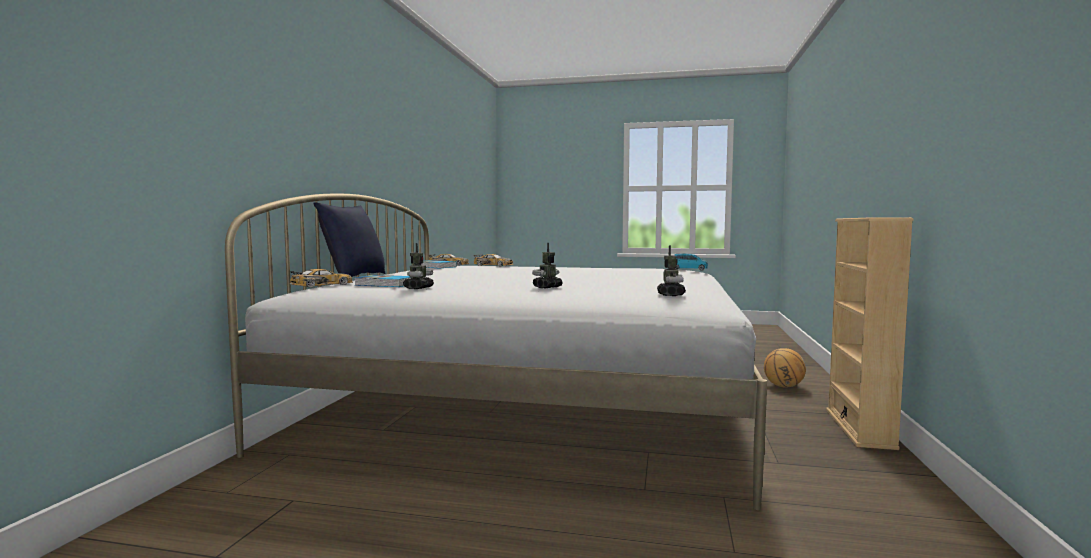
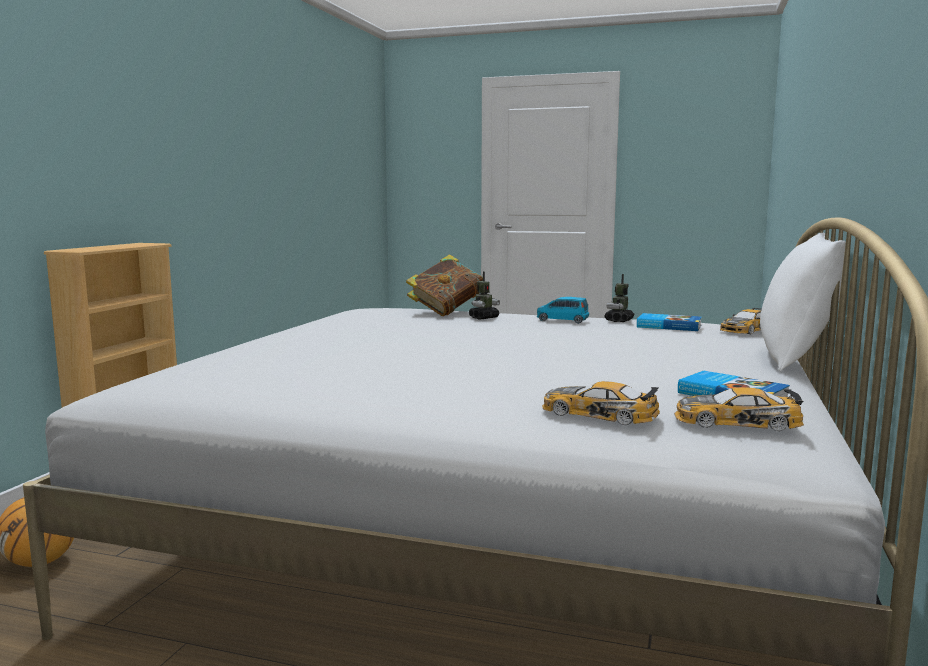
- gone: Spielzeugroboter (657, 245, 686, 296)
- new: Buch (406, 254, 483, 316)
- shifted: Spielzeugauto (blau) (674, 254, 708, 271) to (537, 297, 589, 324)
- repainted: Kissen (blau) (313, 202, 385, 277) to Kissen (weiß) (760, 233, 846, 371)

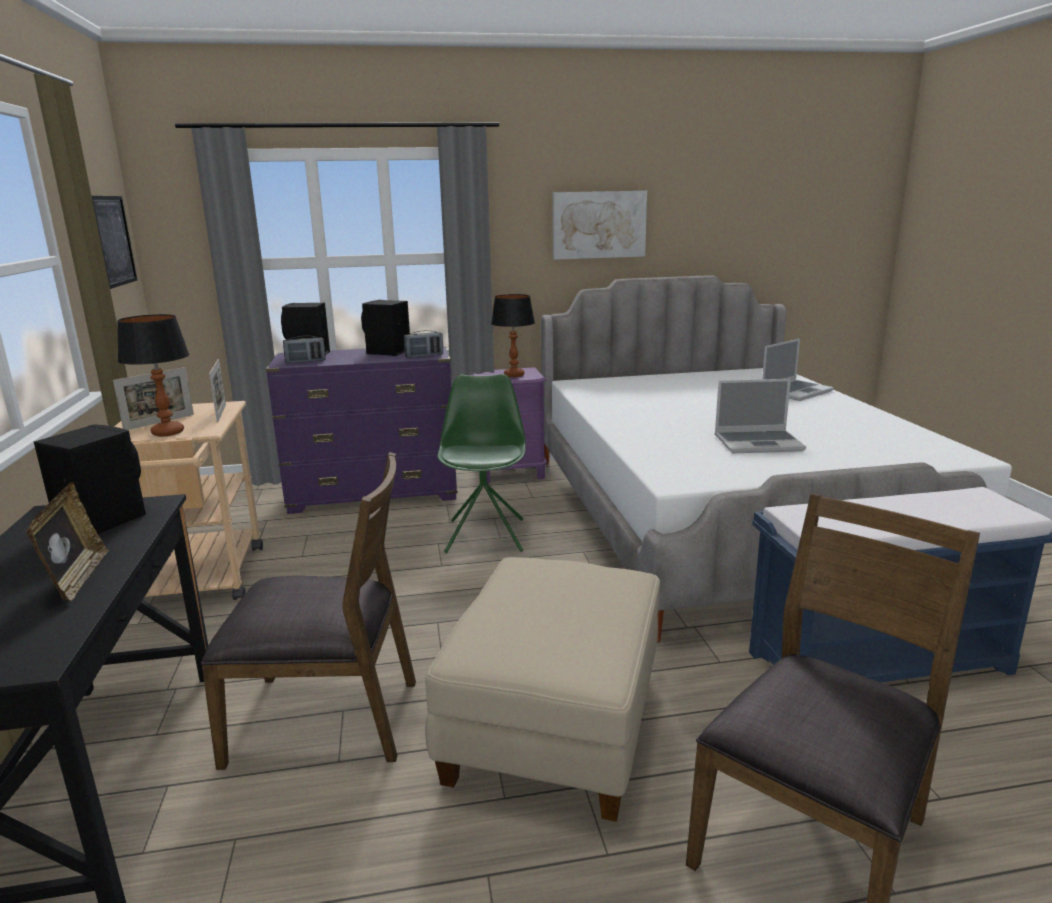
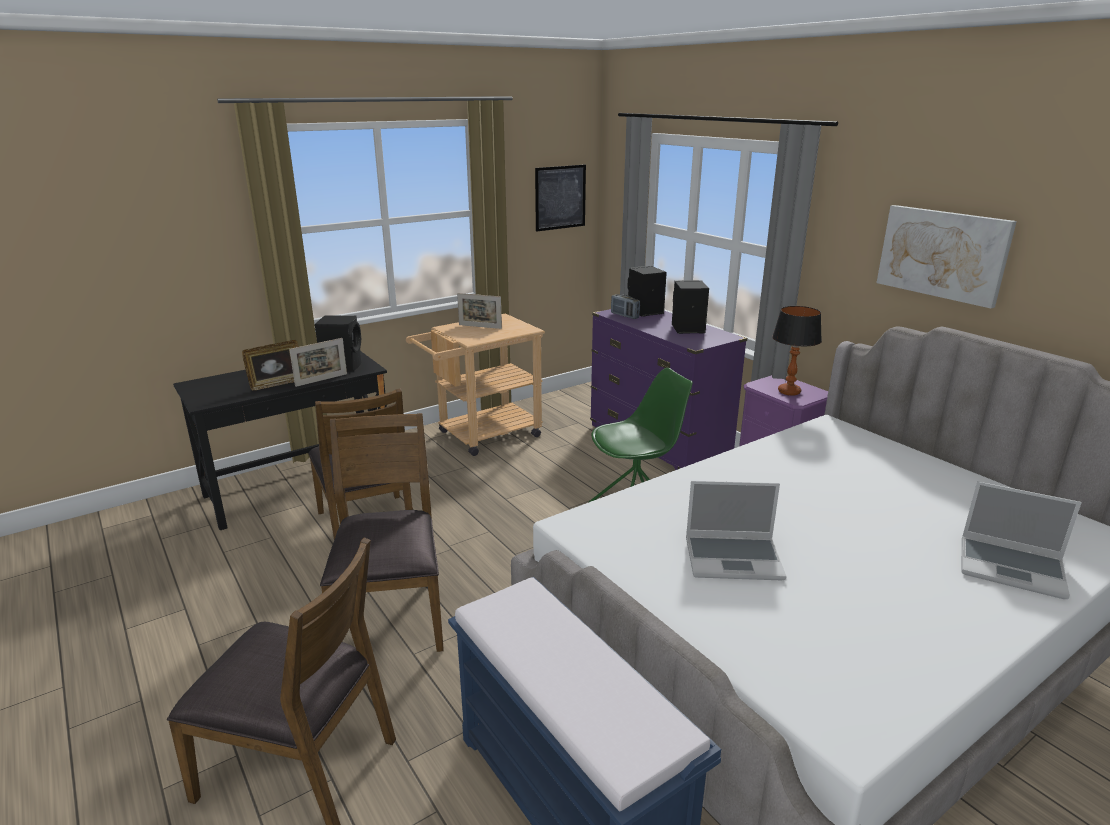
- gone: Tischlampe (117, 314, 189, 437)
- gone: Radio (404, 330, 443, 358)
- shifted: Bilderrahmen (209, 359, 226, 422) to (289, 338, 347, 387)
- swapped: Polsterhocker (beige) (425, 557, 660, 822) to Stuhl (braun) (320, 413, 443, 652)
- rotated: Laptop (715, 379, 806, 453) = (686, 481, 787, 580) 60 degrees counterclockwise

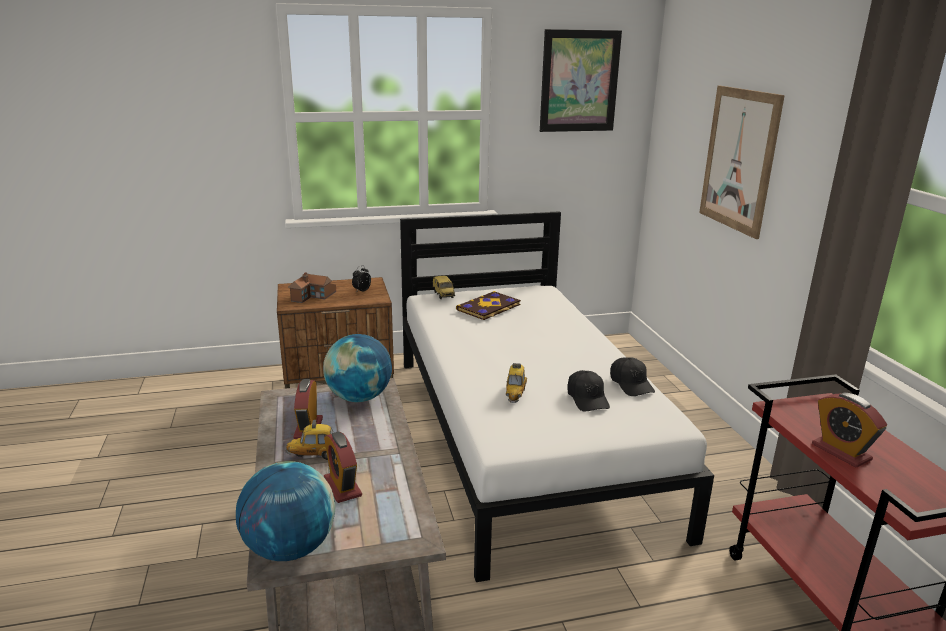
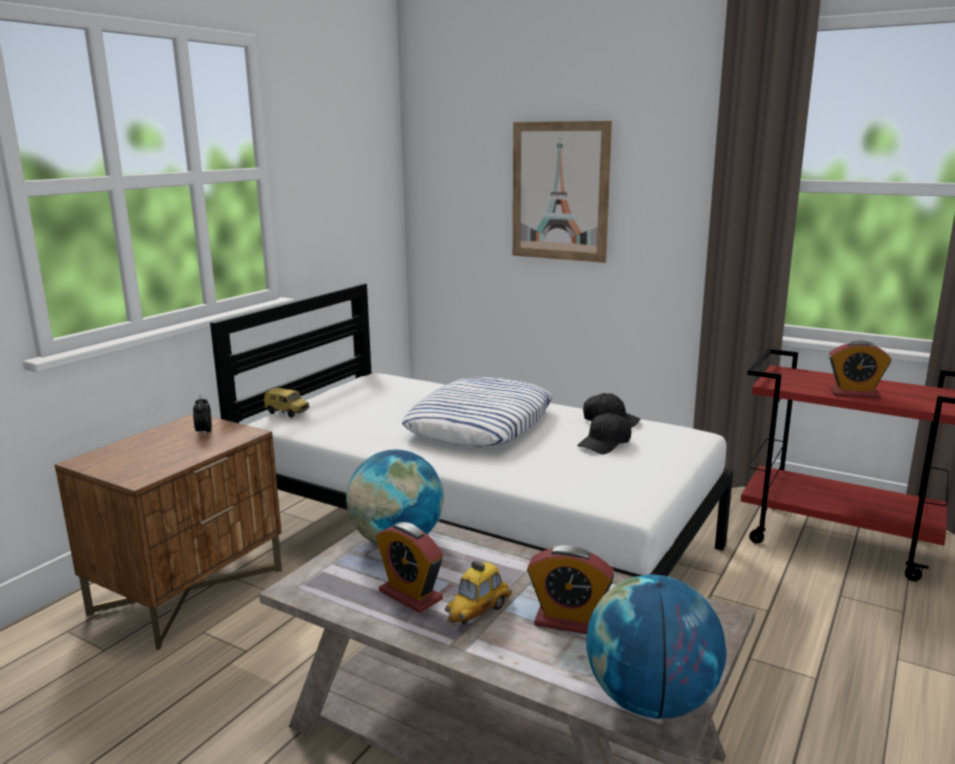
- gone: Spielzeughaus (288, 272, 336, 303)
- gone: Buch (456, 291, 521, 320)
- gone: Spielzeugauto (506, 363, 527, 403)
- gone: Bild (540, 29, 622, 132)
- new: Kissen (402, 377, 553, 447)
- rotated: Kappe (schwarz) (567, 370, 610, 411) = (577, 413, 631, 454) 105 degrees clockwise

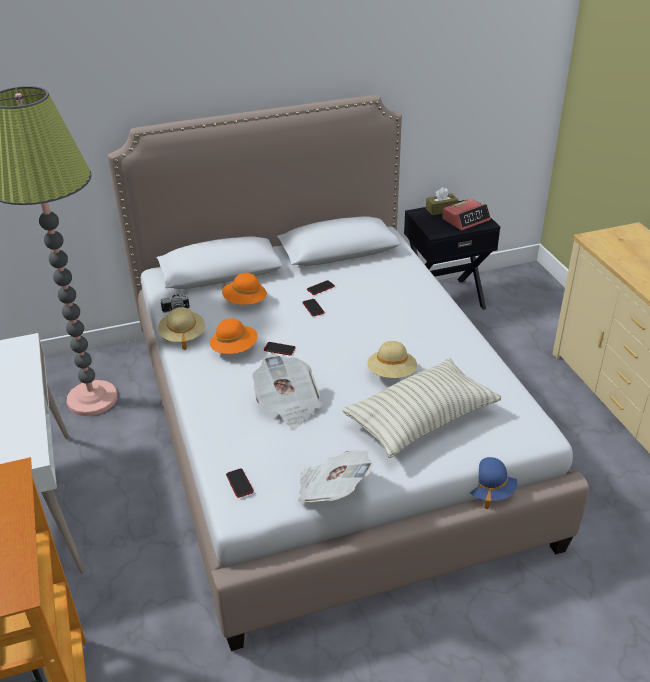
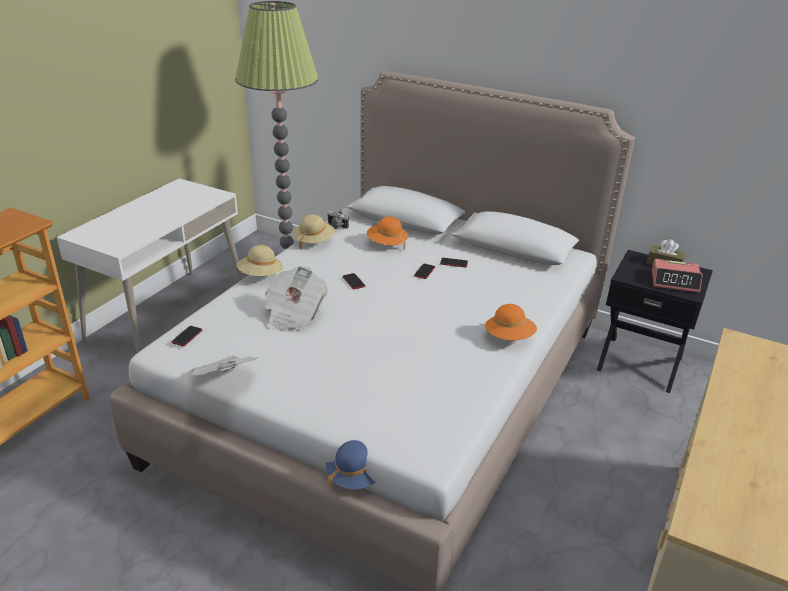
- gone: Kissen (342, 358, 501, 458)
- shifted: Hut (orange) (210, 318, 257, 354) to (485, 304, 537, 340)
- shifted: Hut (beige) (367, 341, 417, 378) to (236, 245, 283, 276)

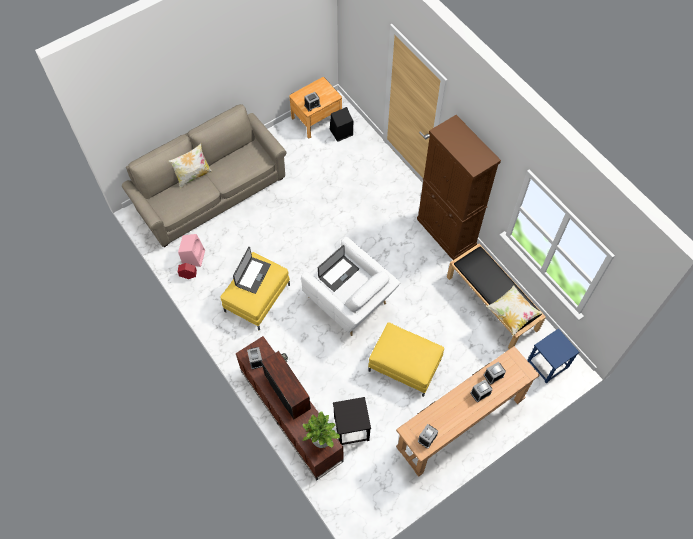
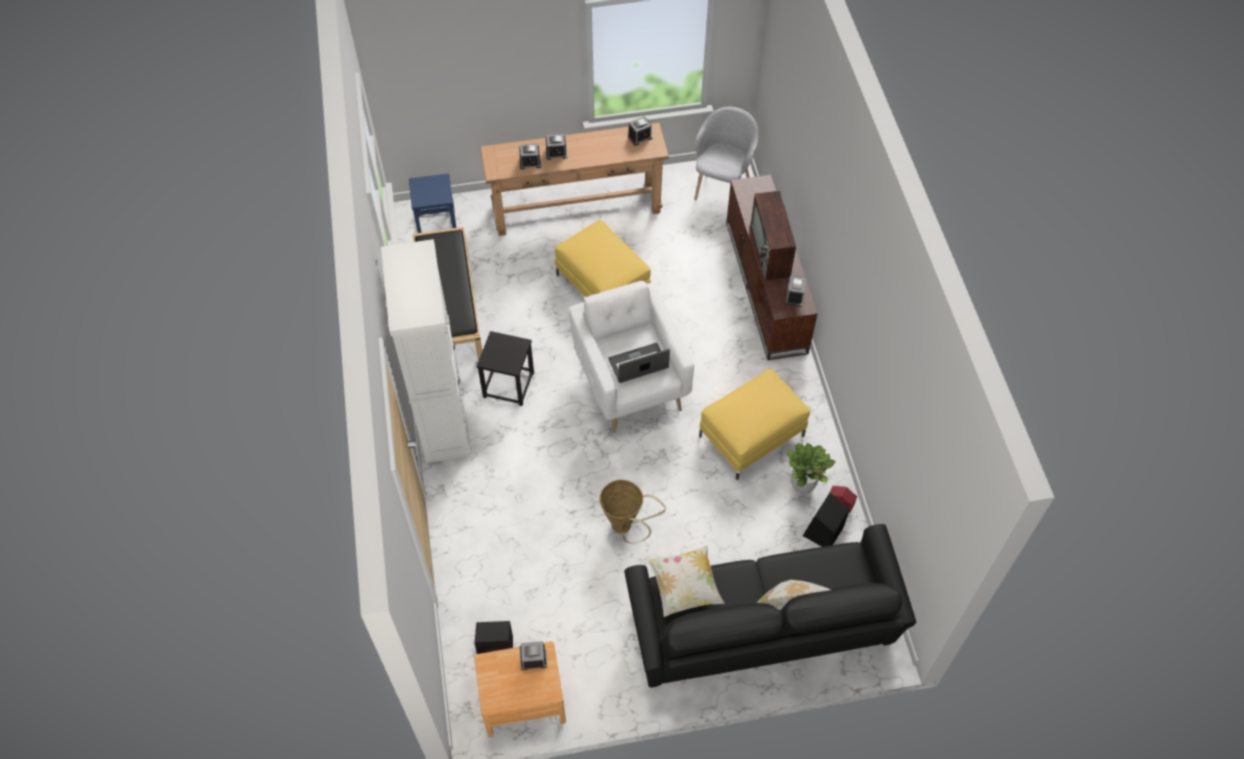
- gone: Laptop (233, 247, 271, 294)
- new: Korb (599, 479, 666, 544)
- new: Sessel (grau) (694, 107, 759, 201)
- shifted: Topfpflanze (302, 411, 340, 448) to (787, 442, 837, 494)
- shifted: Hocker (schwarz) (333, 397, 371, 445) to (477, 331, 534, 406)
- shifted: Kissen (486, 286, 542, 336) to (647, 546, 725, 617)
- repainted: Sofa (beige) (122, 104, 287, 247) to Sofa (schwarz) (624, 524, 916, 688)
- repainted: Lautsprecher (rosa) (178, 234, 205, 267) to Lautsprecher (schwarz) (803, 493, 850, 547)
- repainted: Schrank (braun) (417, 115, 501, 260) to Schrank (weiß) (381, 239, 472, 463)

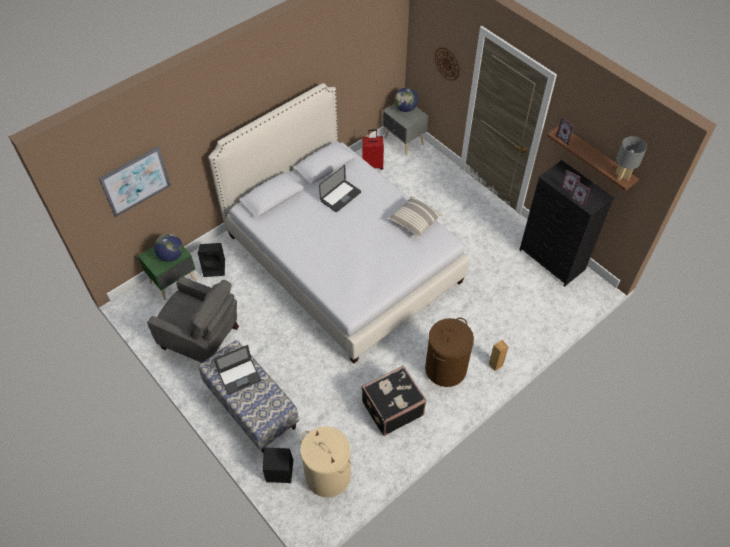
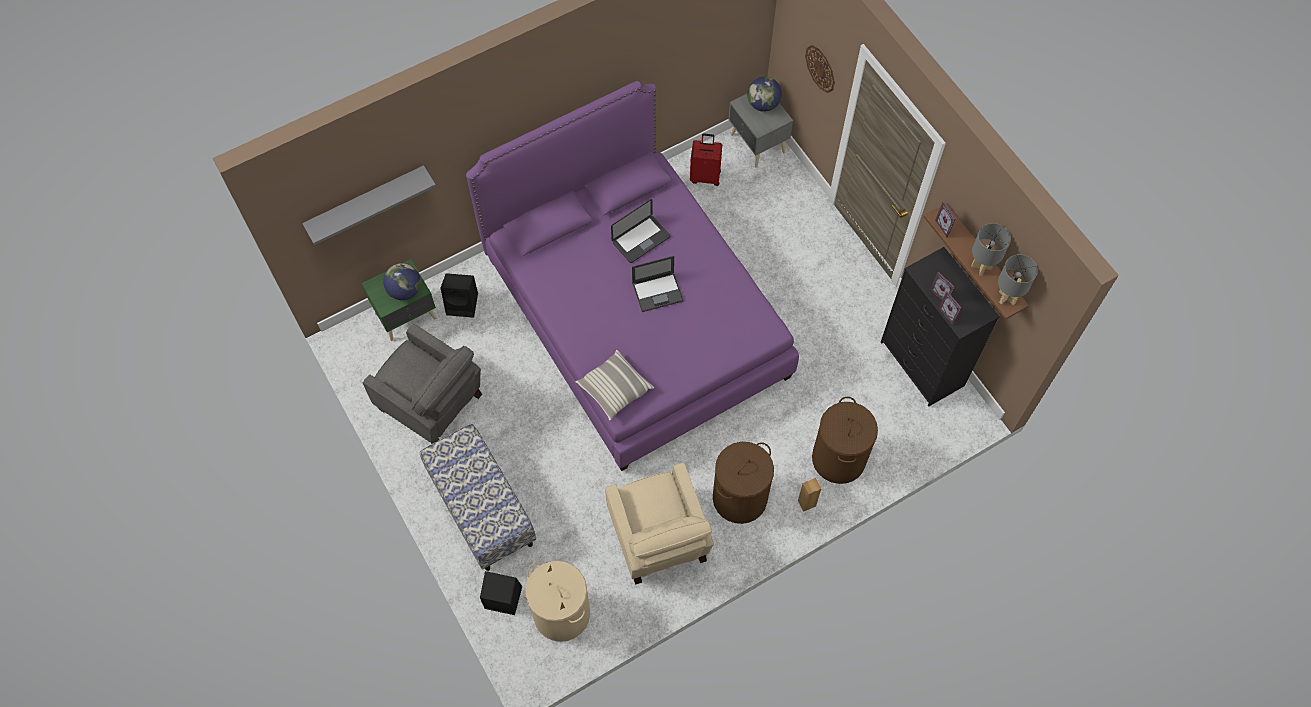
- new: Wäschekorb (braun) (812, 397, 878, 484)
- new: Tischlampe (grau) (972, 223, 1011, 276)
- shifted: Laptop (214, 345, 262, 395) to (632, 256, 684, 312)
- shifted: Kissen (388, 196, 443, 238) to (575, 350, 654, 421)
- swapped: Bild (99, 147, 171, 217) to Wandregal (grau) (302, 165, 436, 245)
- swapped: Koffer (schwarz) (362, 365, 427, 436) to Sessel (beige) (605, 463, 714, 585)
- repainted: Bett (weiß) (208, 83, 469, 364) to Bett (lila) (466, 81, 799, 471)

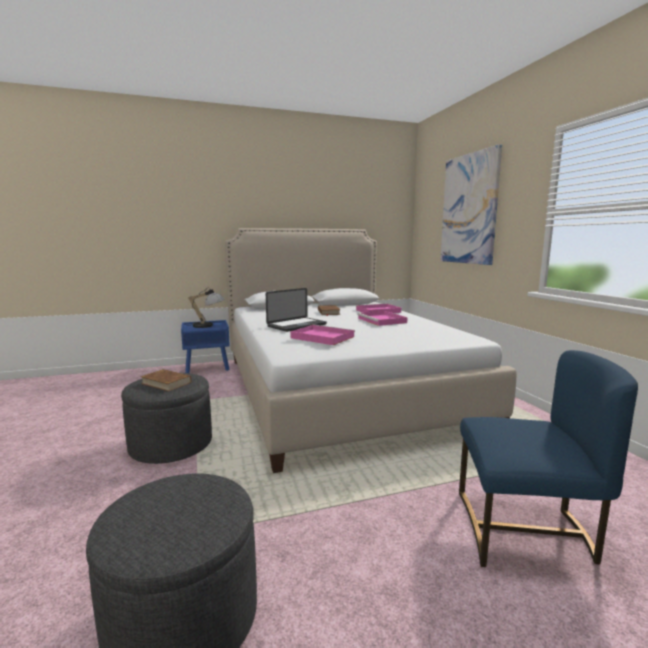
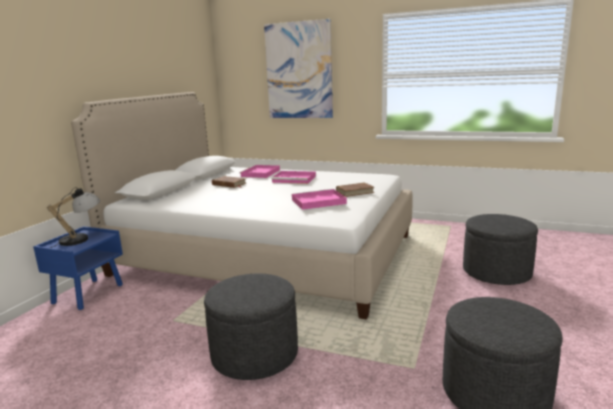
- gone: Laptop (266, 288, 327, 332)
- shifted: Buch (braun) (140, 369, 191, 392) to (336, 182, 374, 197)
- swapped: Stuhl (blau) (459, 350, 638, 567) to Polsterhocker (grau) (463, 214, 538, 285)

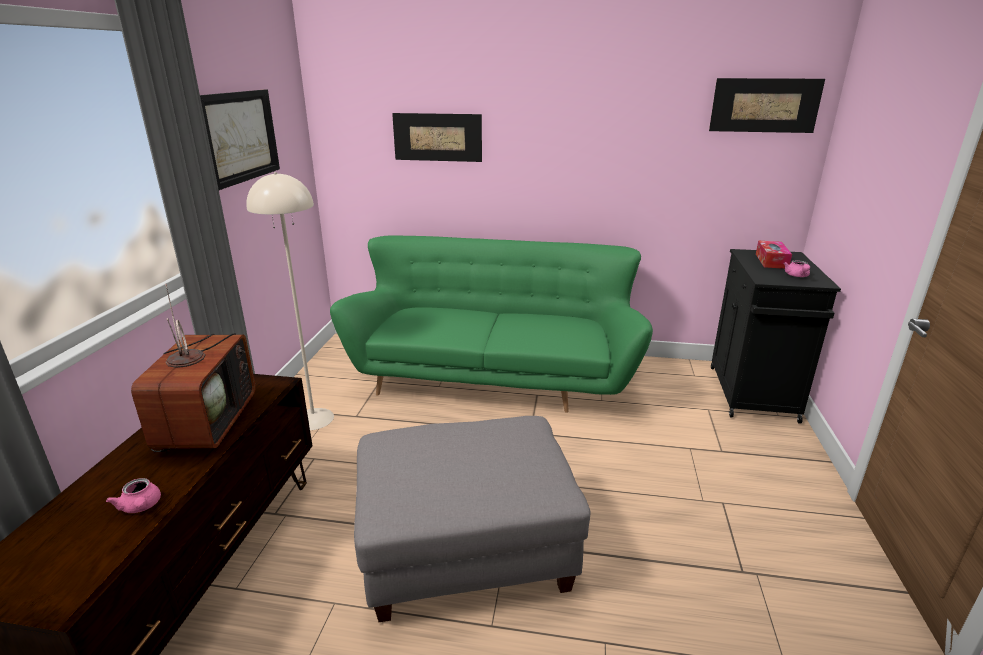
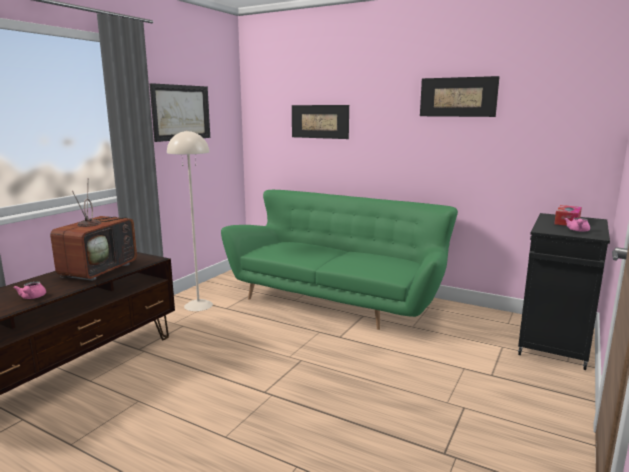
- gone: Polsterhocker (grau) (354, 416, 591, 622)
- shifted: Bild (709, 78, 825, 133) to (420, 76, 500, 117)

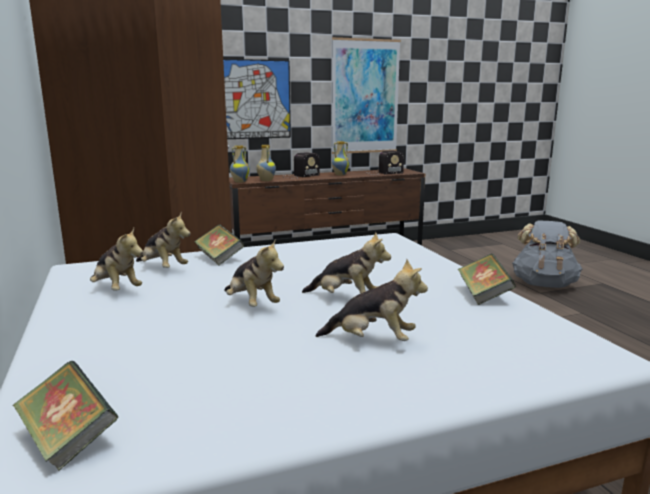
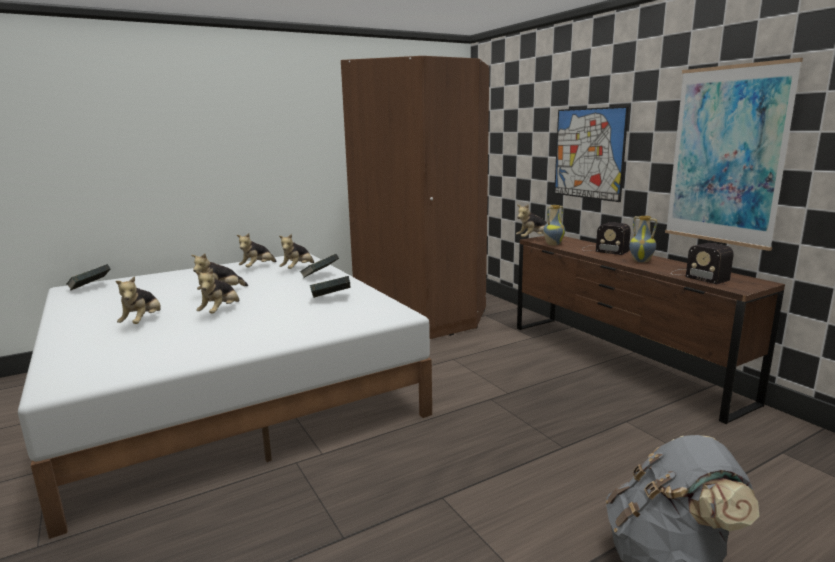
- shifted: Buch (458, 254, 516, 305) to (310, 276, 350, 298)
- swapped: Vase (230, 145, 250, 183) to Plüschtier (516, 204, 547, 237)

